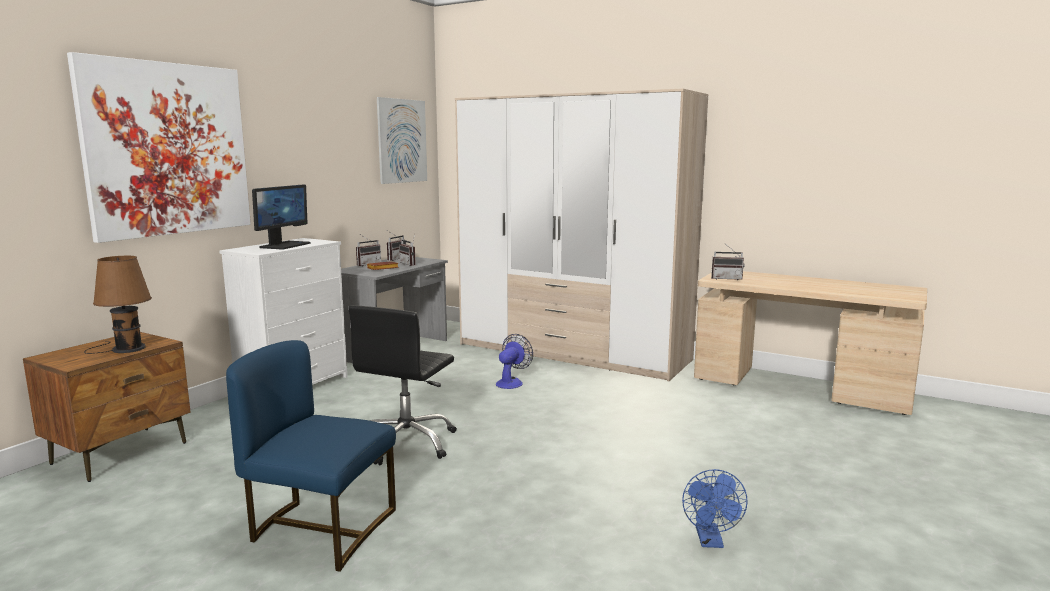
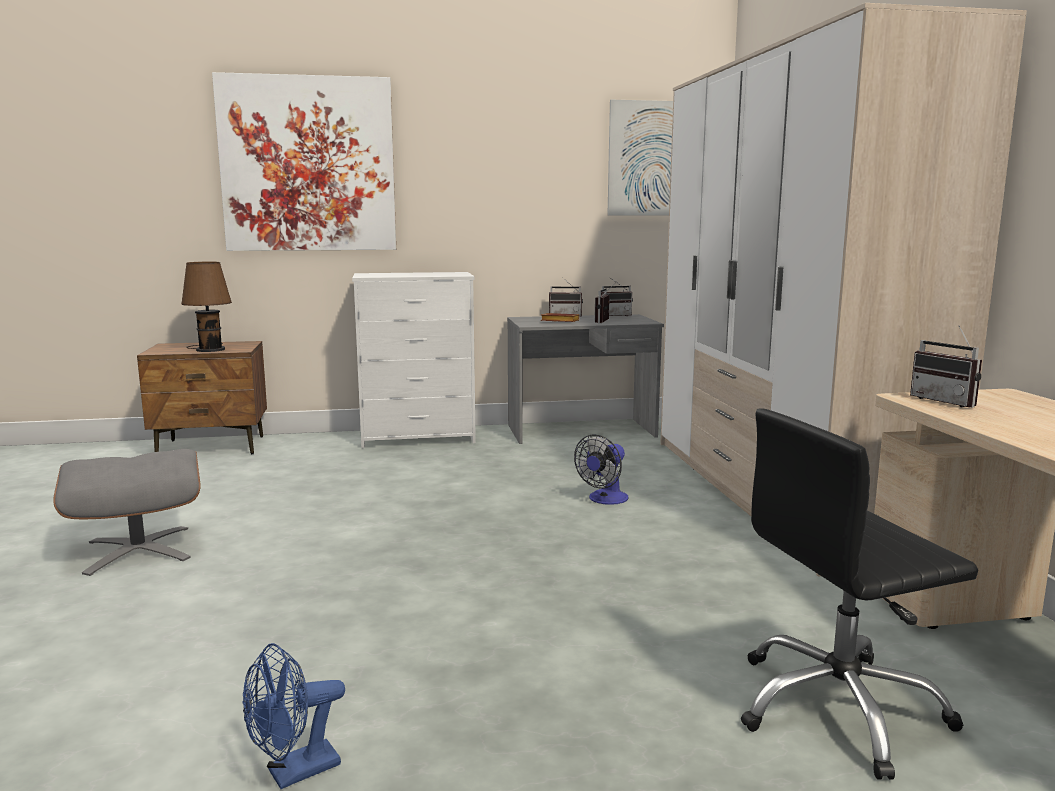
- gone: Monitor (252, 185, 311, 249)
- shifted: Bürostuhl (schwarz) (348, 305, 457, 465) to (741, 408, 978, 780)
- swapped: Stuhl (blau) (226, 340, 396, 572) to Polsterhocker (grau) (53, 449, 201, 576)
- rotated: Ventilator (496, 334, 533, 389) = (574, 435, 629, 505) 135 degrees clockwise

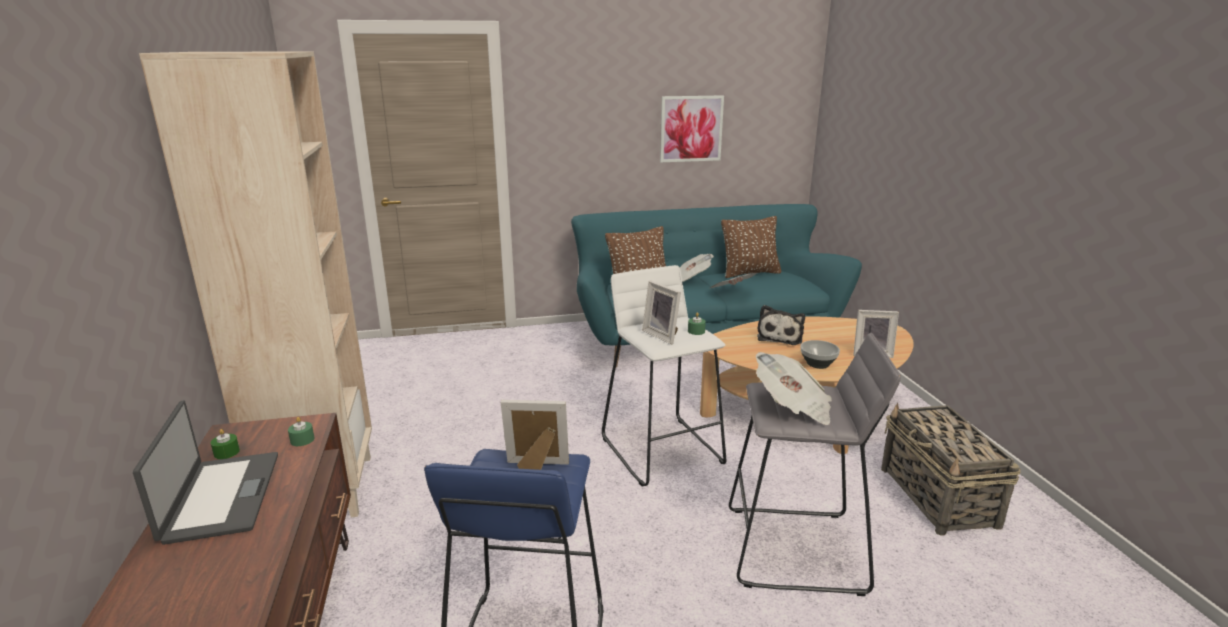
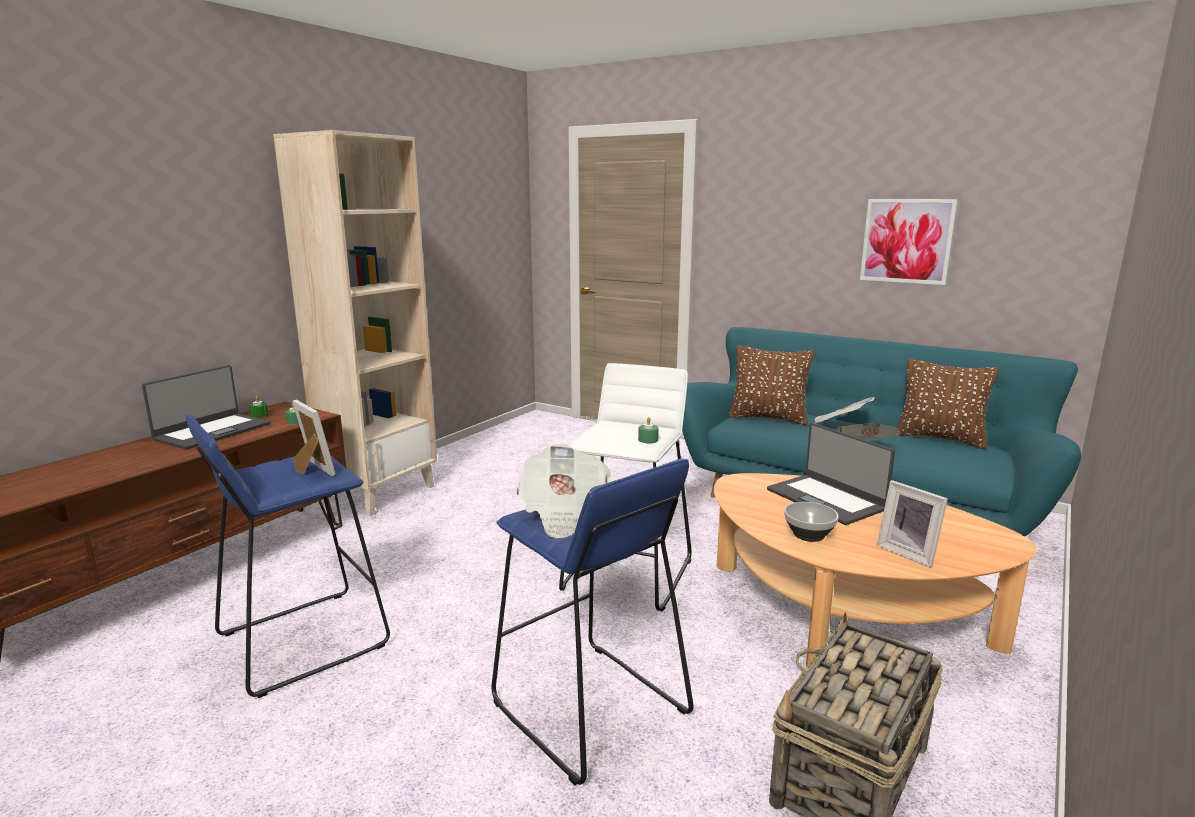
- gone: Bilderrahmen (642, 281, 681, 344)
- swapped: Plüschtier (757, 305, 805, 345) to Laptop (767, 423, 895, 525)
- repainted: Hocker (grau) (729, 333, 901, 596) to Hocker (blau) (491, 459, 694, 786)

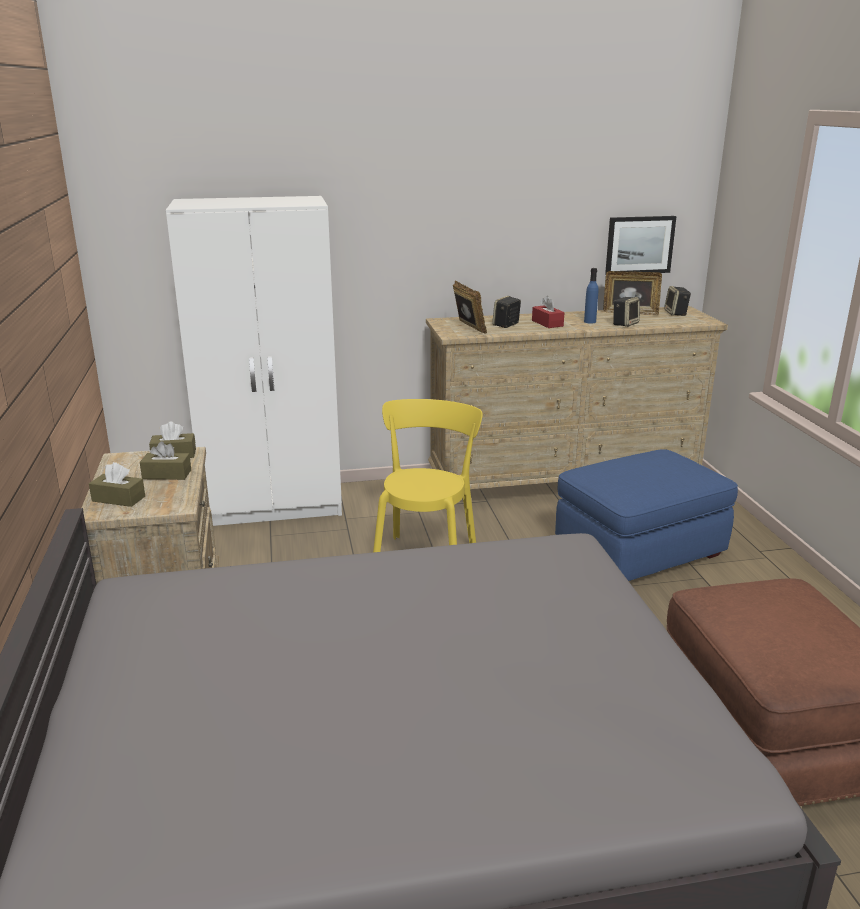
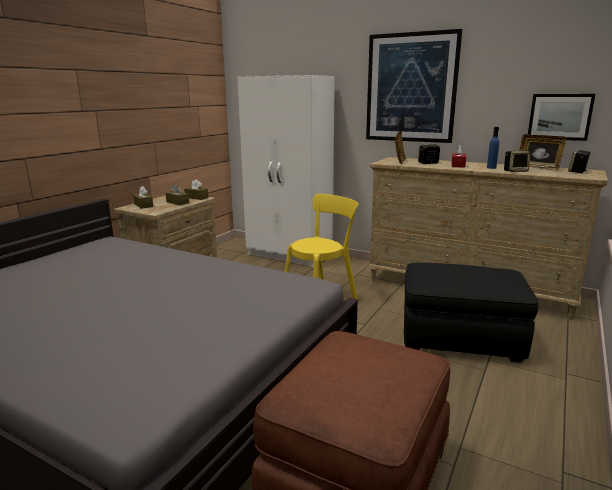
- new: Bild (366, 29, 462, 143)
- repainted: Polsterhocker (blau) (555, 449, 738, 581) to Polsterhocker (schwarz) (404, 263, 538, 363)

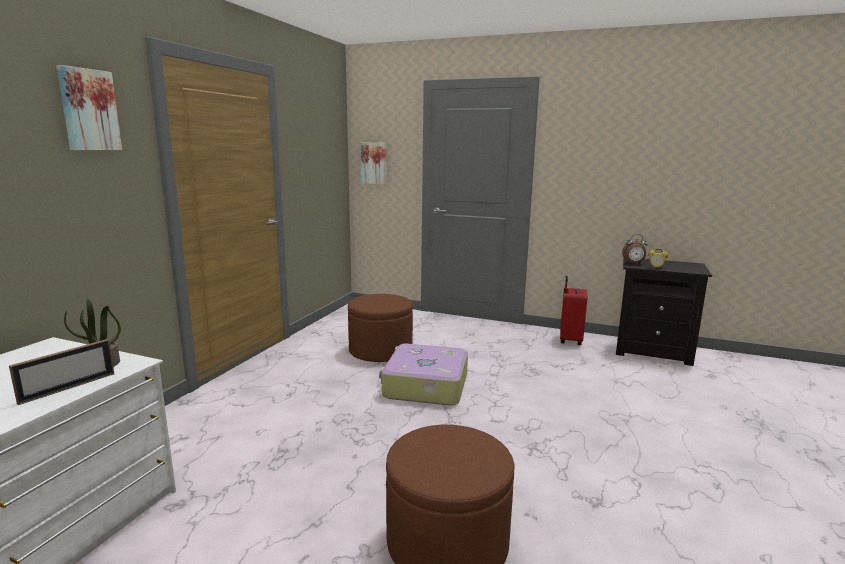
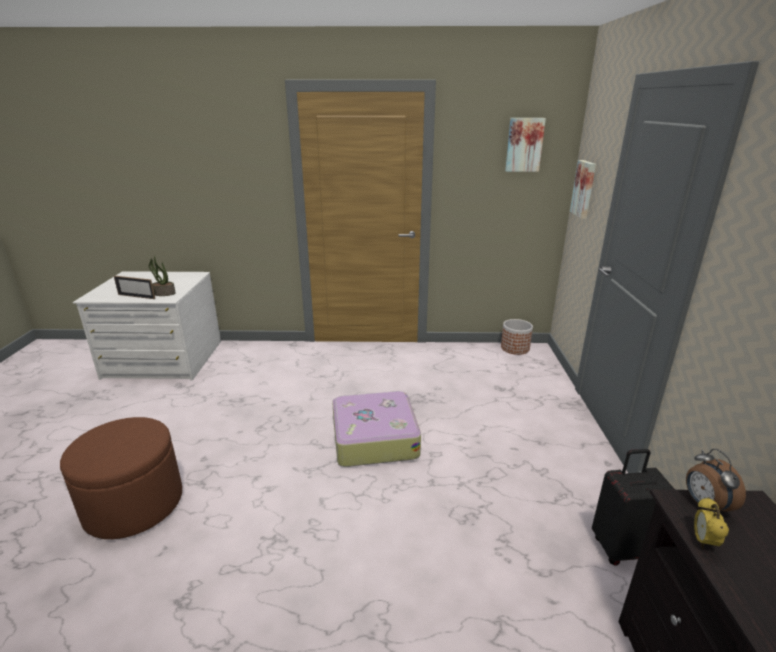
- gone: Polsterhocker (braun) (348, 294, 413, 362)
- new: Pflanzkübel (501, 319, 533, 355)
- shifted: Bild (56, 65, 122, 150) to (505, 118, 546, 172)
- repainted: Koffer (rot) (560, 276, 587, 345) to Koffer (schwarz) (592, 449, 675, 566)

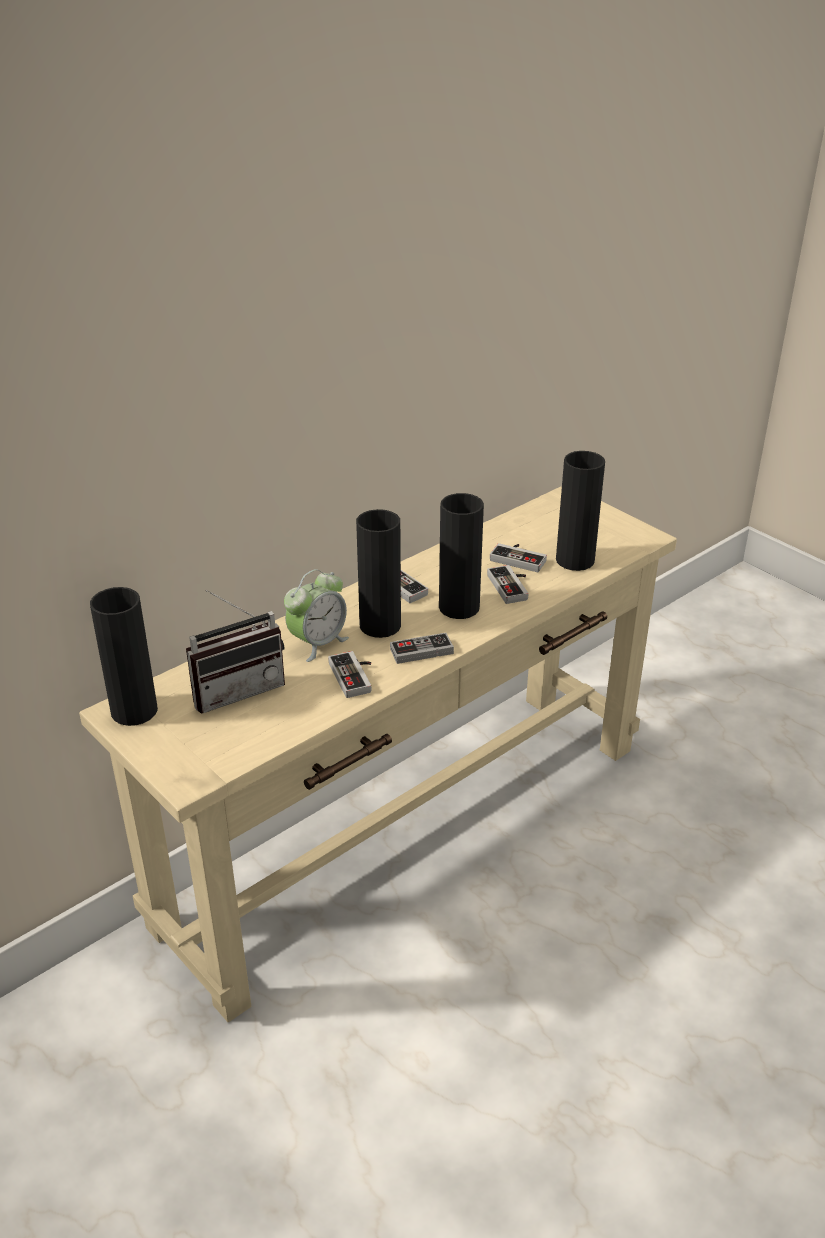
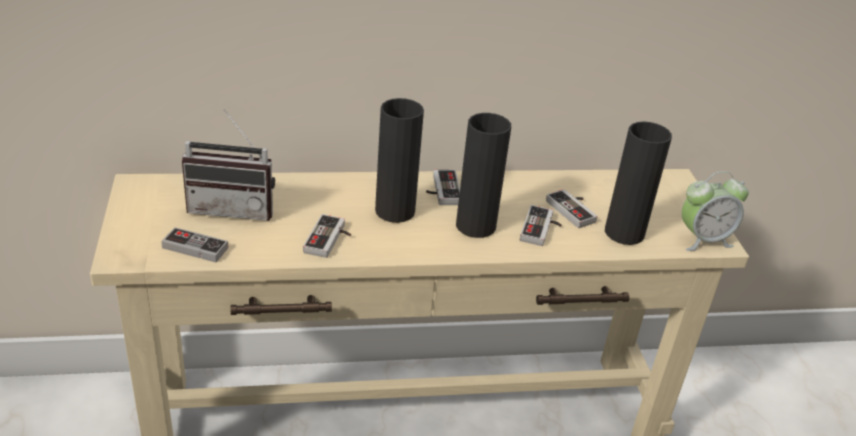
- gone: Vase (schwarz) (90, 587, 158, 726)
- shifted: Wecker (284, 569, 349, 662) to (682, 171, 749, 251)
- shifted: Gamepad (390, 633, 454, 664) to (161, 227, 228, 262)

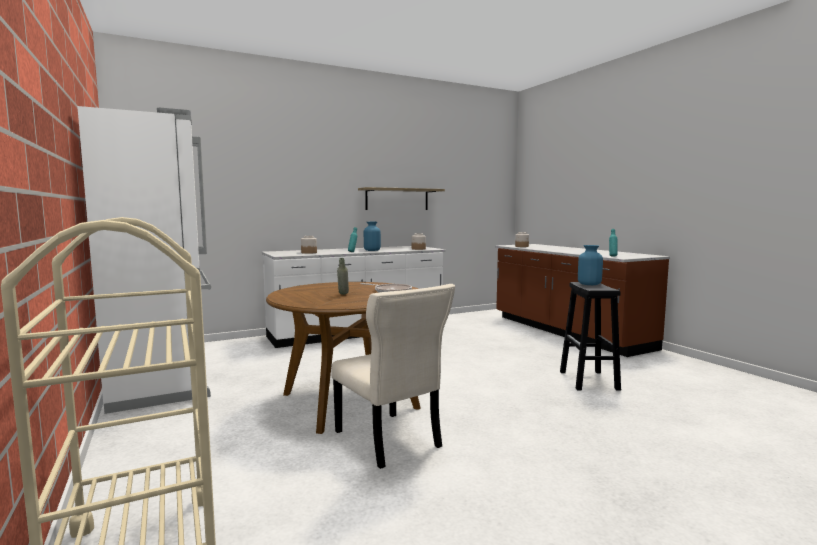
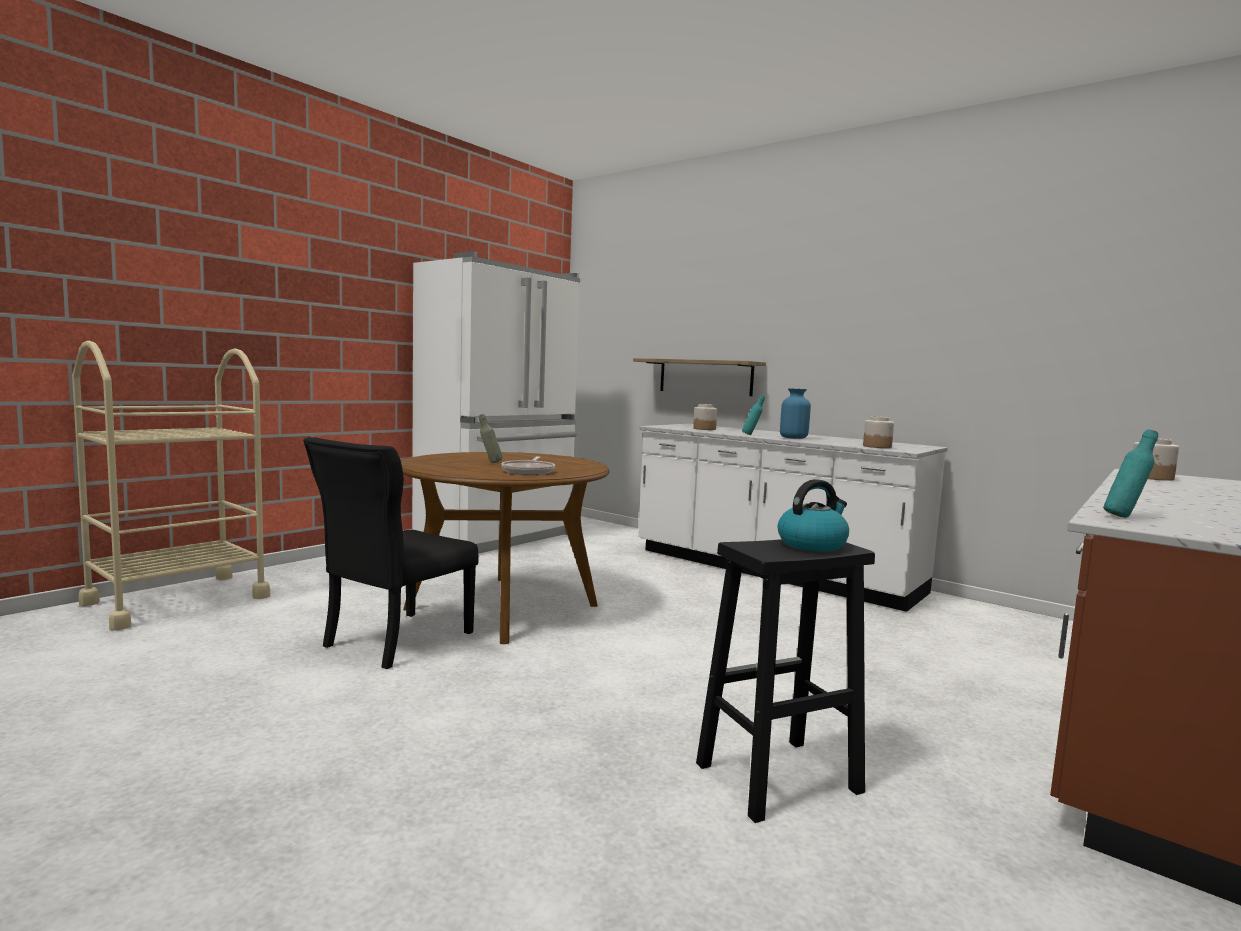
- shifted: Wandregal (358, 187, 445, 210) to (633, 358, 766, 396)
- swapped: Vase (blau) (578, 245, 603, 285) to Wasserkessel (778, 479, 849, 551)
- repainted: Stuhl (beige) (331, 284, 455, 469) to Stuhl (schwarz) (303, 437, 479, 669)

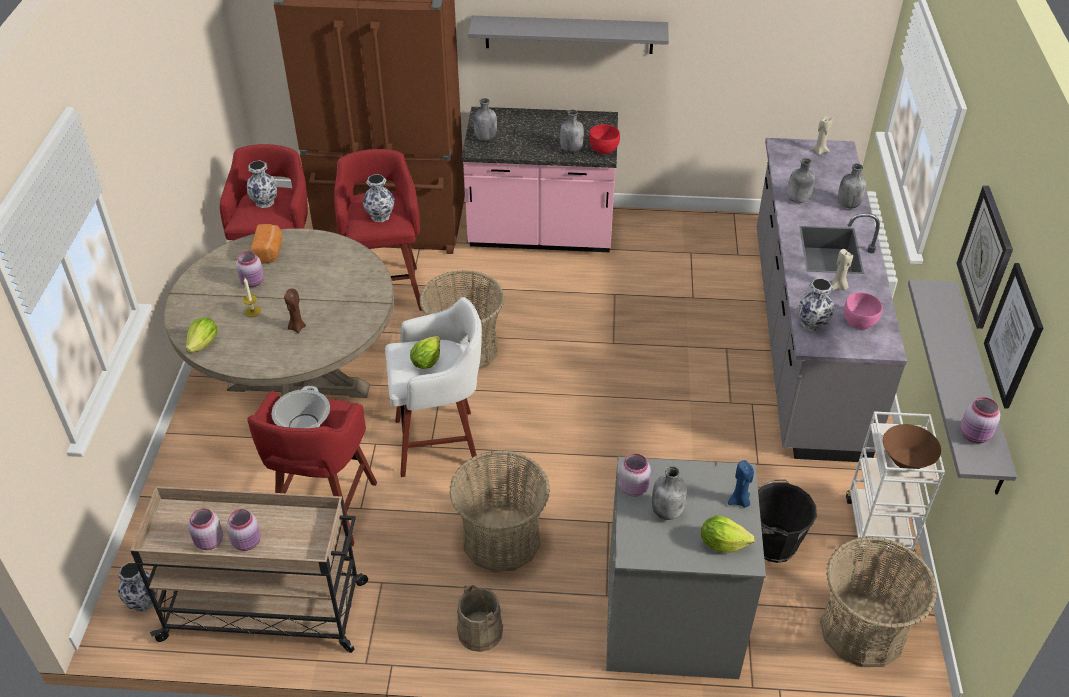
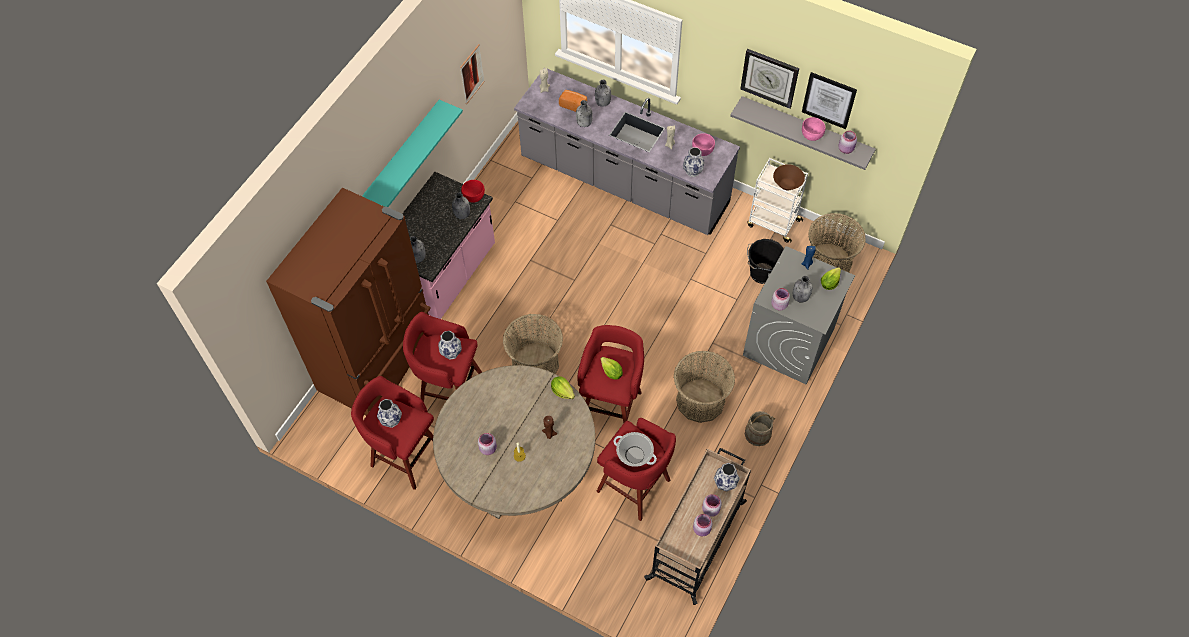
- new: Bild (460, 44, 485, 105)
- new: Schüssel (rosa) (802, 117, 825, 141)
- shifted: Vase (118, 562, 158, 612) to (714, 463, 740, 492)
- shifted: Salatkopf (186, 317, 218, 353) to (551, 376, 575, 399)
- shifted: Brot (251, 224, 282, 264) to (559, 90, 587, 112)
- repainted: Hocker (weiß) (385, 297, 482, 477) to Hocker (rot) (577, 325, 644, 423)
- repainted: Wandregal (grau) (468, 16, 669, 54) to Wandregal (türkis) (362, 100, 463, 207)

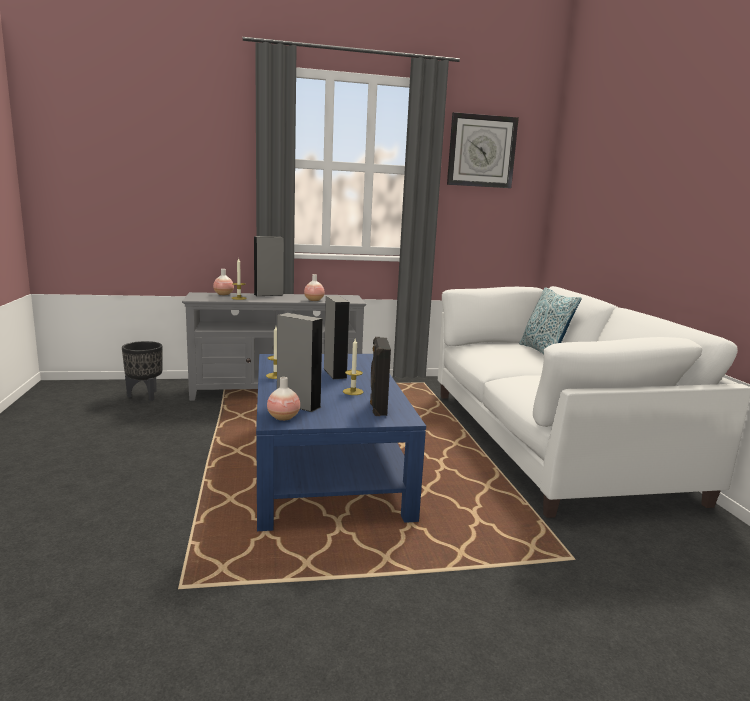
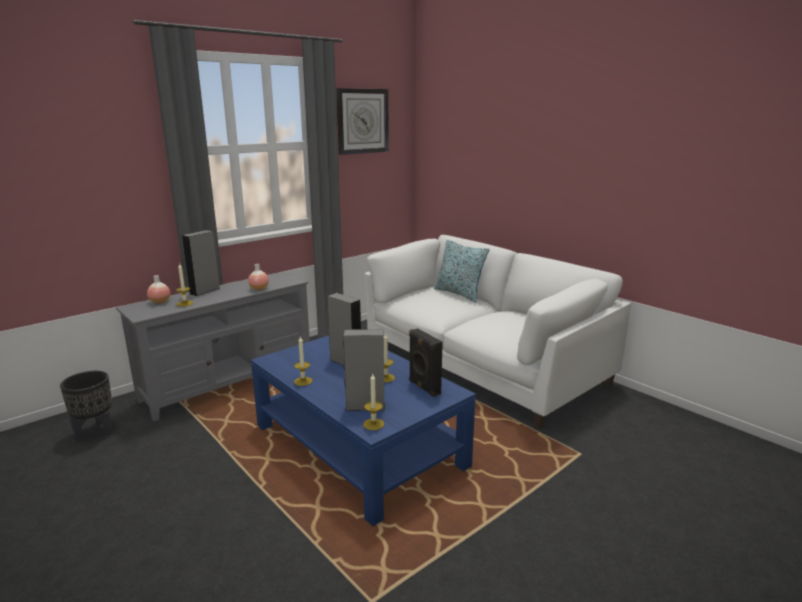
- swapped: Vase (267, 377, 300, 421) to Kerze (363, 374, 384, 430)

